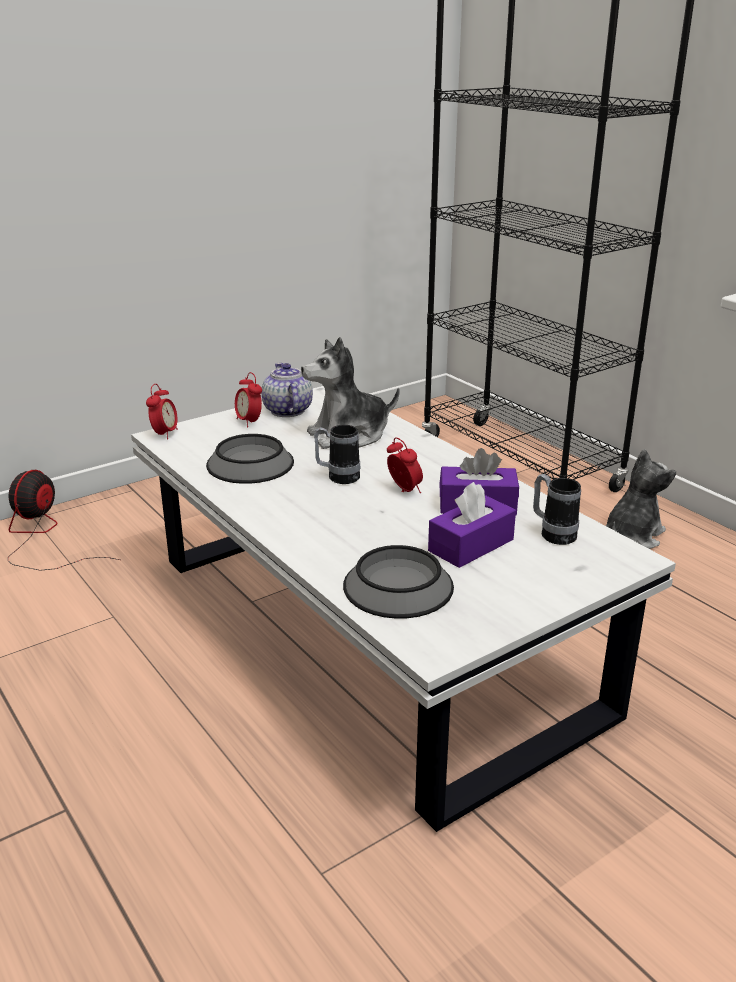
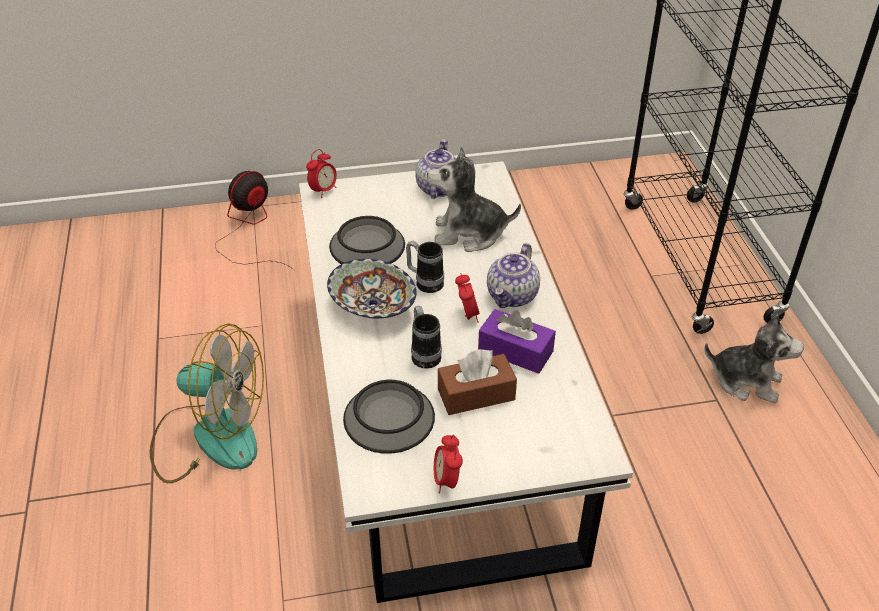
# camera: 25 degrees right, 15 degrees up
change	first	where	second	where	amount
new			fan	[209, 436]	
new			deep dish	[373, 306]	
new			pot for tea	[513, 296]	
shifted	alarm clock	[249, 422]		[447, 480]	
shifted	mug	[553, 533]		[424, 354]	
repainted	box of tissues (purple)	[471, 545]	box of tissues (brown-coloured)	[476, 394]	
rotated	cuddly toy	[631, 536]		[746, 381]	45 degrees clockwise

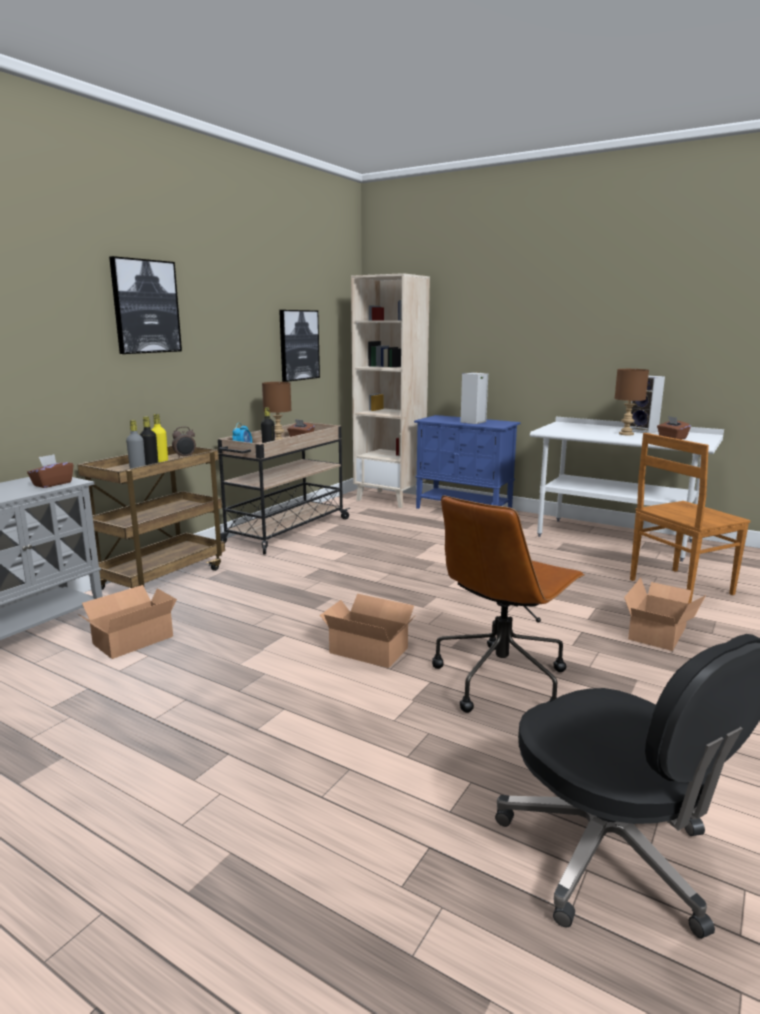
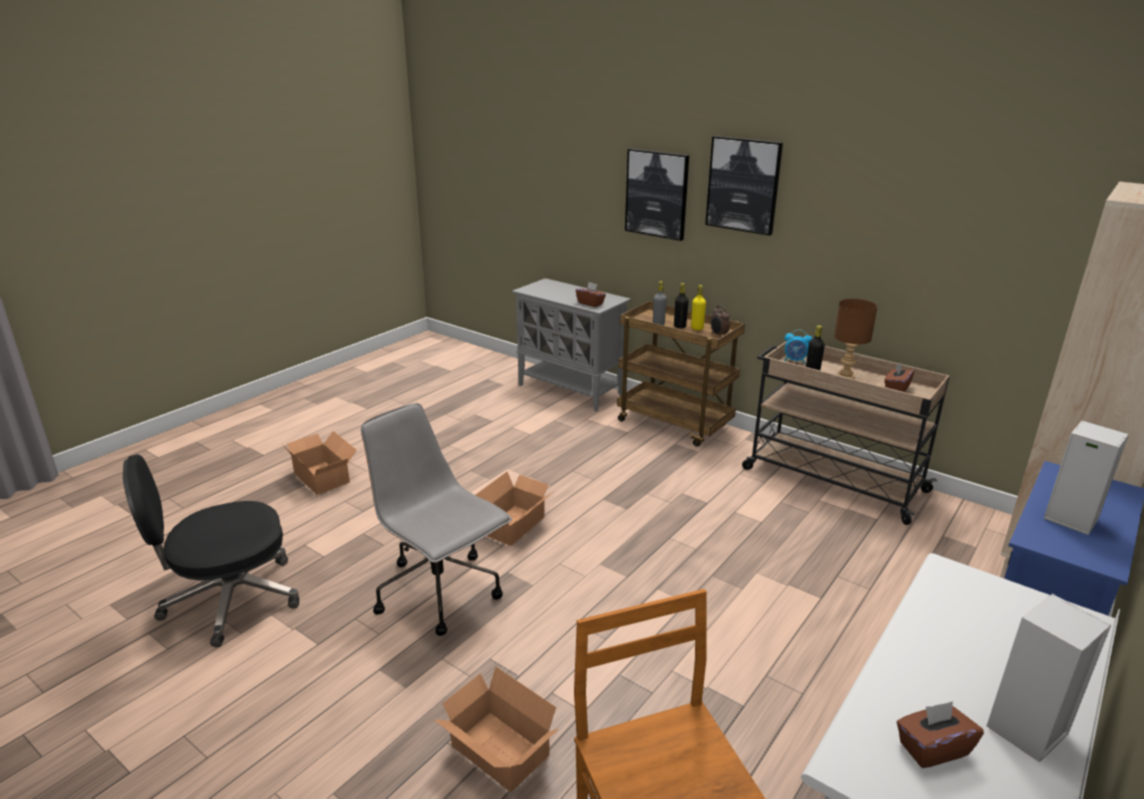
# camera: 95 degrees right, 10 degrees up
change	first	where	second	where	amount
gone	tabletop lamp (brown-coloured)	[626, 434]			
shifted	cardboard box	[130, 640]		[323, 476]	
shifted	picture	[298, 345]		[657, 194]	
repainted	computer chair (brown-coloured)	[501, 679]	computer chair (greyish)	[440, 593]	

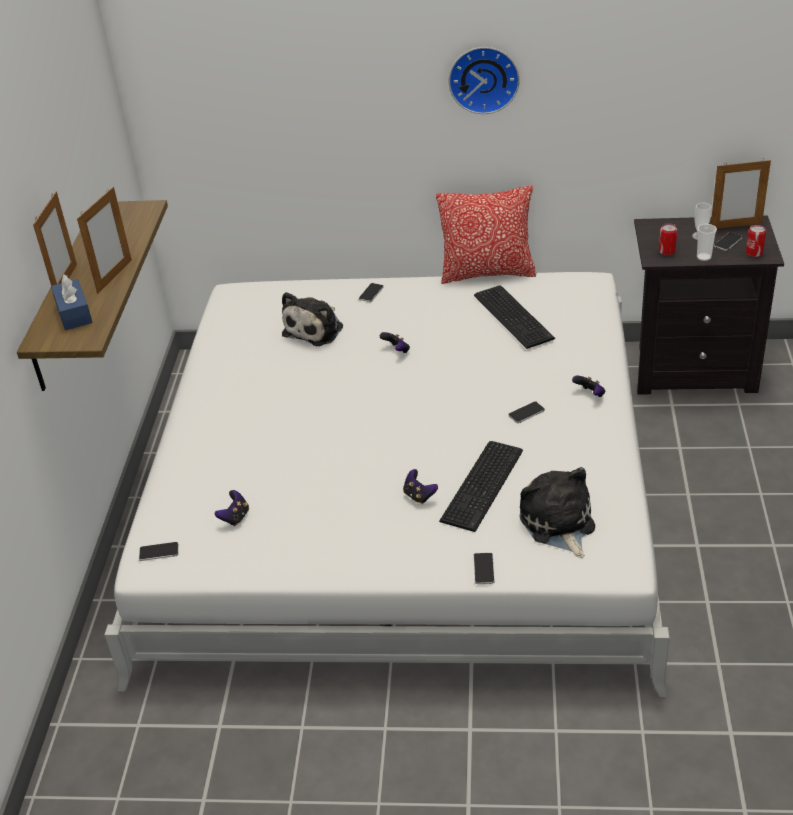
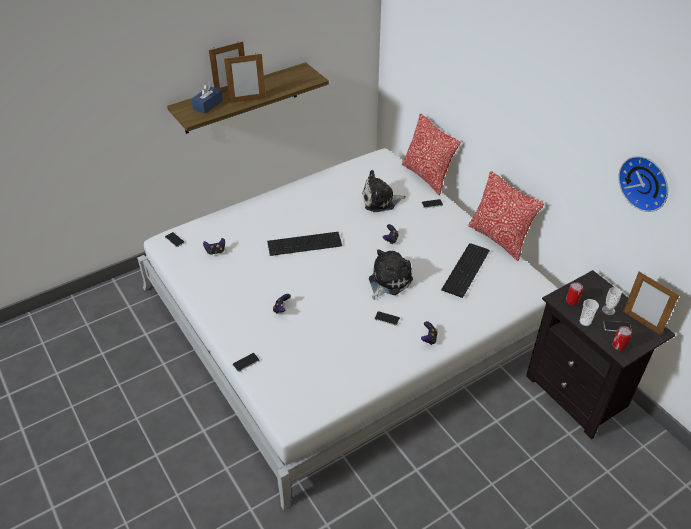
# camera: 50 degrees right, 5 degrees up
change	first	where	second	where	amount
new			cushion	[427, 176]	
shifted	keyboard	[485, 485]		[305, 244]	
shifted	clock on the wall	[484, 78]		[646, 182]	
shifted	cuddly toy	[558, 524]		[388, 281]	

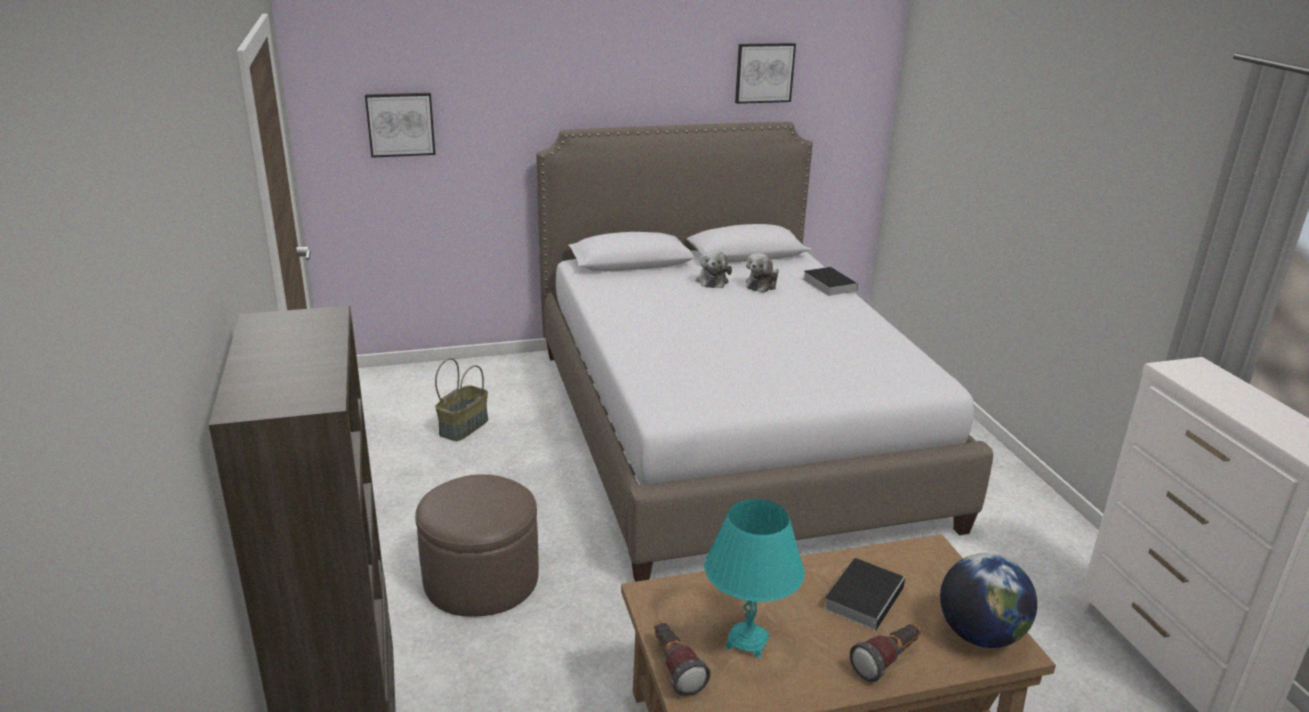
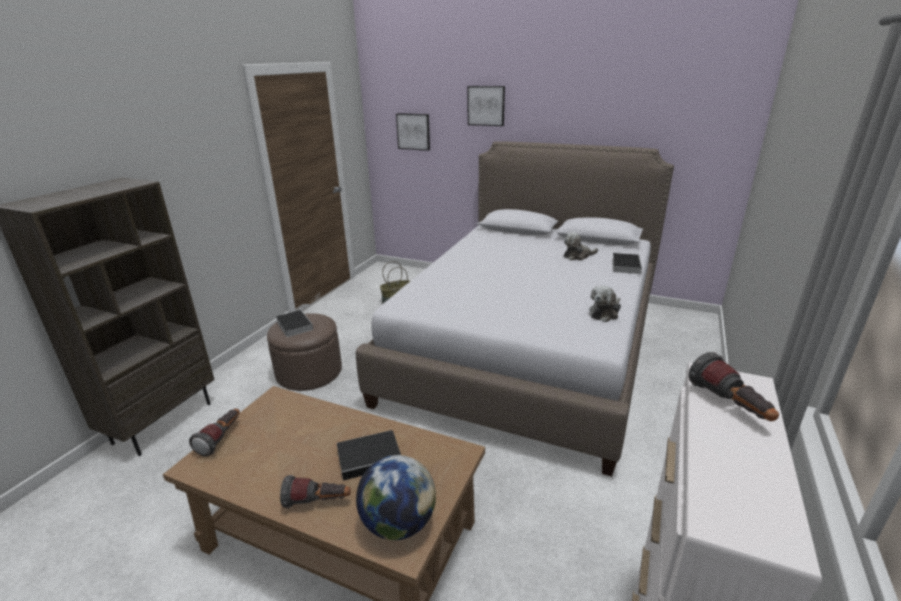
# camera: 40 degrees right, 0 degrees up
change	first	where	second	where	amount
gone	tabletop lamp (turquoise)	[747, 642]			
new			book	[294, 325]	
new			flashlight	[730, 406]	
shifted	cuddly toy	[712, 280]		[605, 313]	
shifted	picture	[764, 73]		[486, 105]	

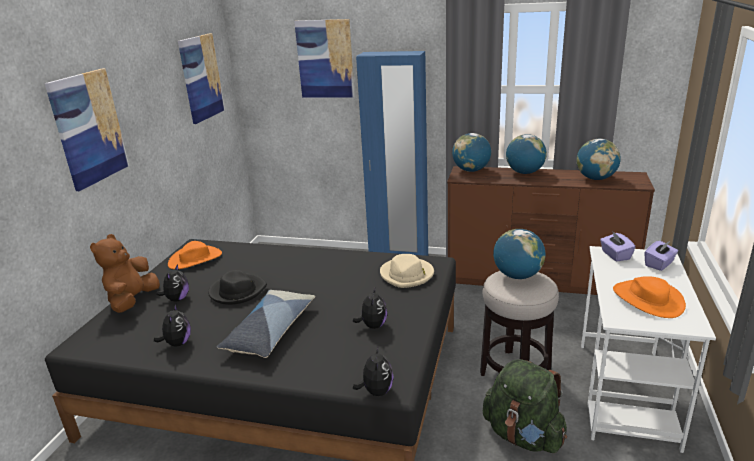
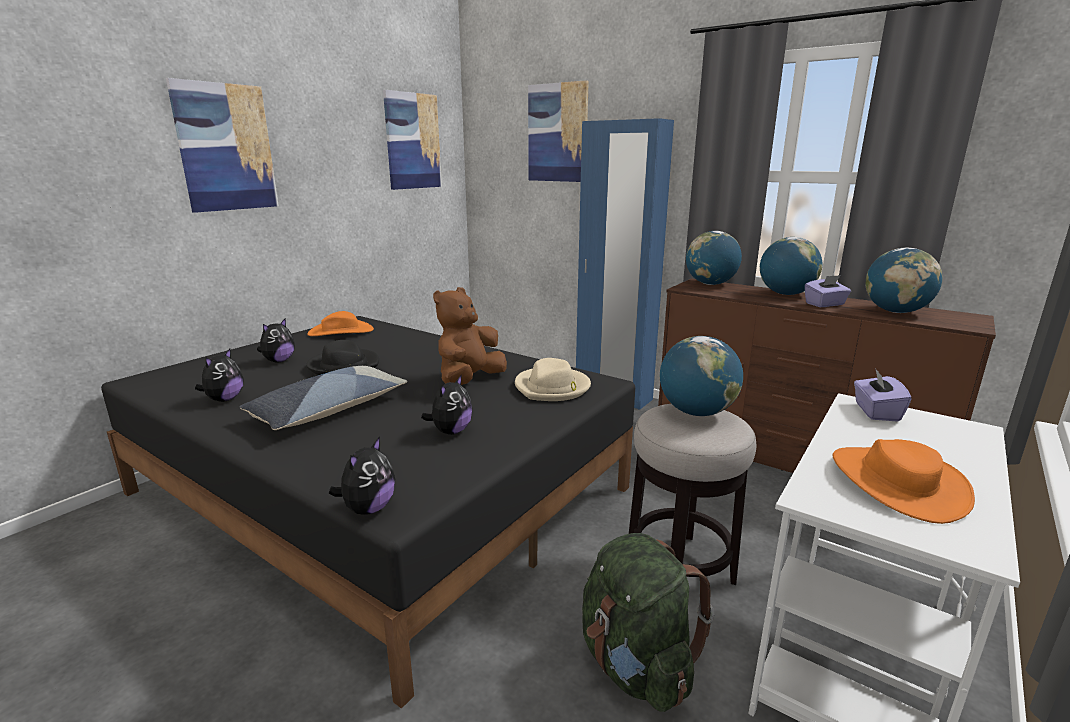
# camera: 20 degrees right, 5 degrees down
change	first	where	second	where	amount
shifted	cuddly toy (brown-coloured)	[132, 301]		[469, 381]	
shifted	box of tissues (purple)	[659, 264]		[825, 304]	

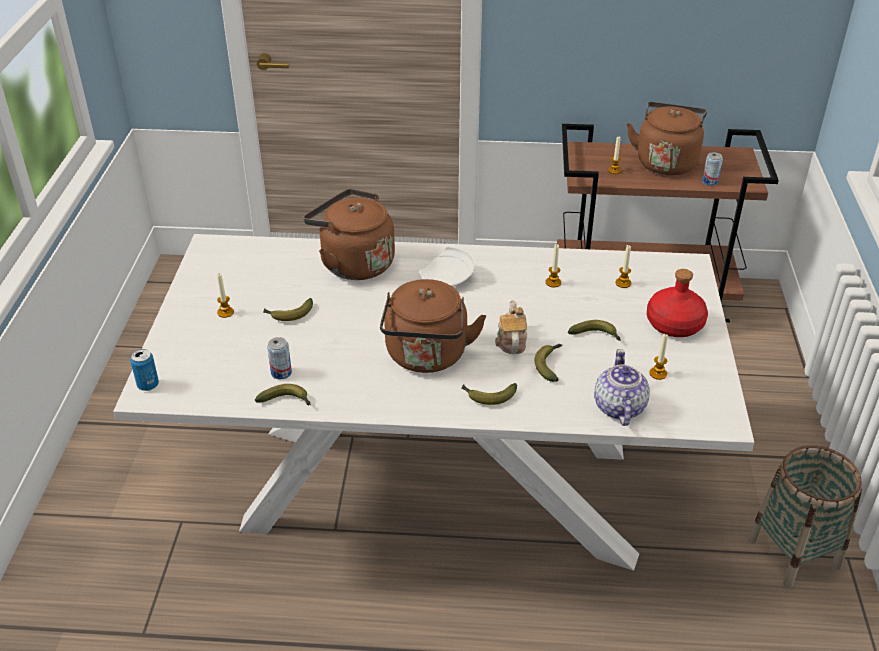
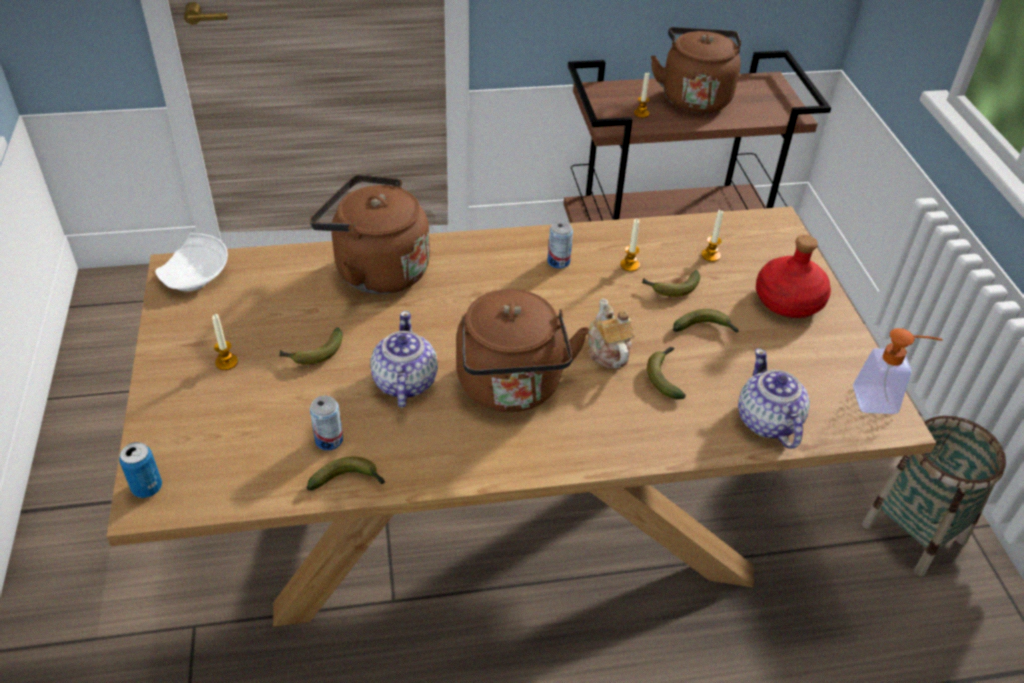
# camera: 15 degrees left, 5 degrees up
change	first	where	second	where	amount
gone	wax light	[658, 373]			
new			pot for tea	[404, 383]	
new			liquid soap bottle	[883, 401]	
shifted	flat dish (white-coloured)	[448, 279]		[197, 276]	
shifted	whole banana	[487, 396]		[671, 288]	
shifted	can	[710, 182]		[558, 262]	
repainted	dinner table (white-coloured)	[439, 488]	dinner table (brown-coloured)	[504, 523]	

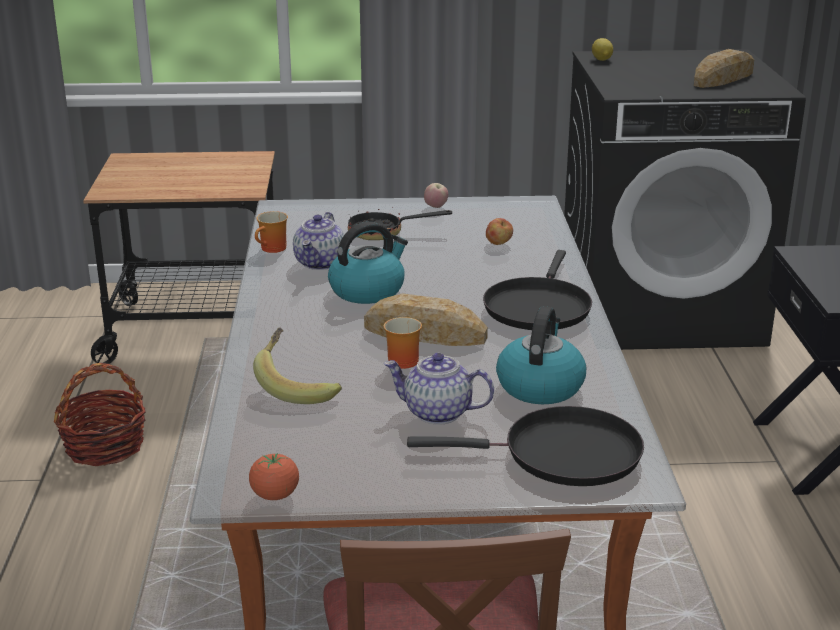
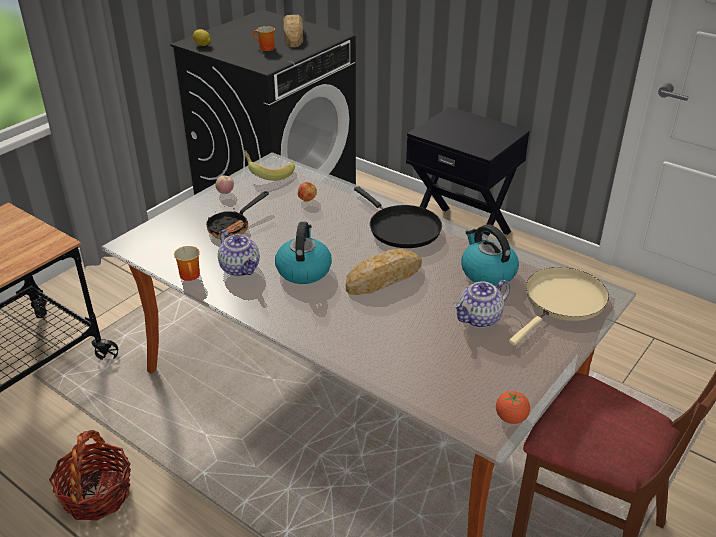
# camera: 50 degrees left, 10 degrees up
change	first	where	second	where	amount
shifted	whole banana	[298, 386]		[268, 173]	
shifted	mug	[400, 360]		[265, 48]	
repainted	frying pan (black-coloured)	[562, 455]	frying pan (sand-coloured)	[562, 302]	

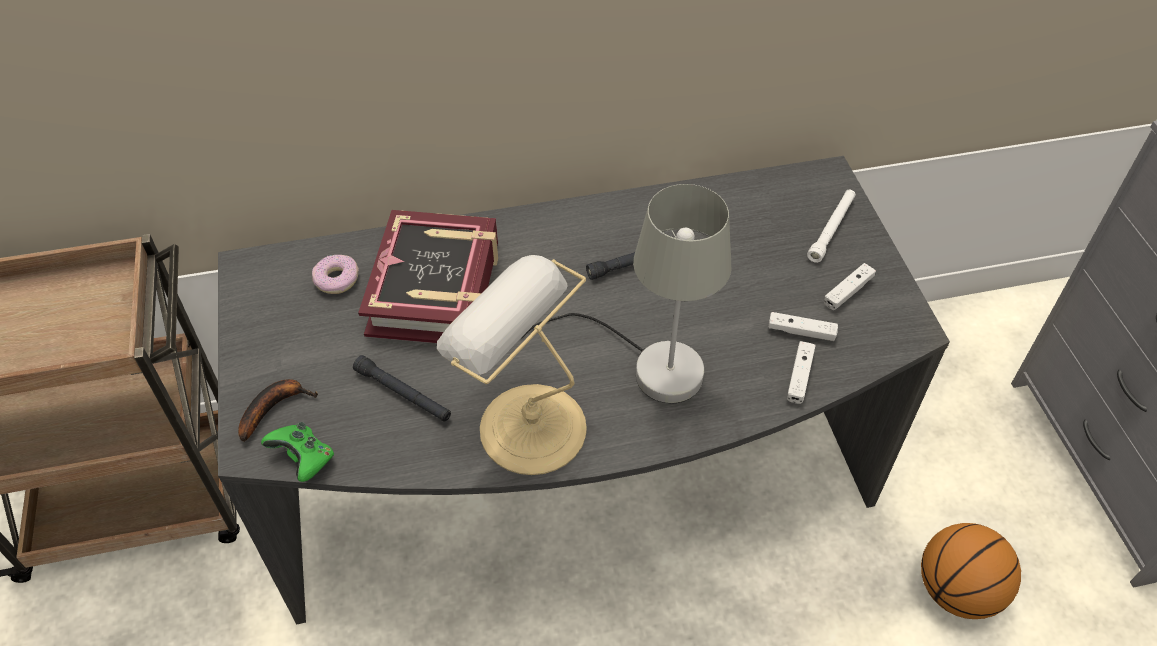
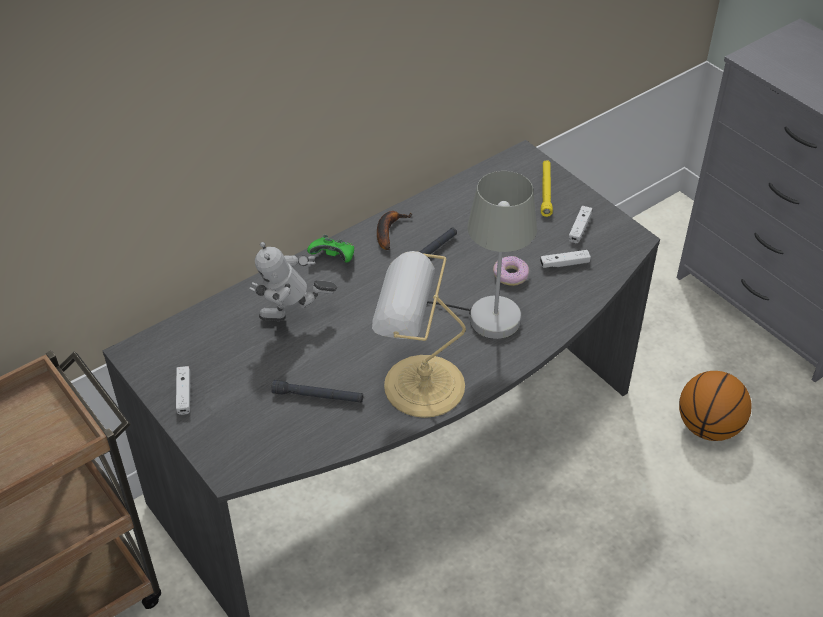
# camera: 25 degrees left, 5 degrees down
change	first	where	second	where	amount
shifted	whole banana	[274, 407]		[388, 231]	
shifted	gamepad (green-coloured)	[304, 460]		[334, 258]	
shifted	doughnut	[336, 279]		[510, 275]	
shifted	gamepad (white-coloured)	[799, 377]		[184, 394]	
swapped	book	[435, 288]	robot figure	[293, 319]	
repainted	flashlight (white-coloured)	[831, 229]	flashlight (yellow)	[546, 191]	

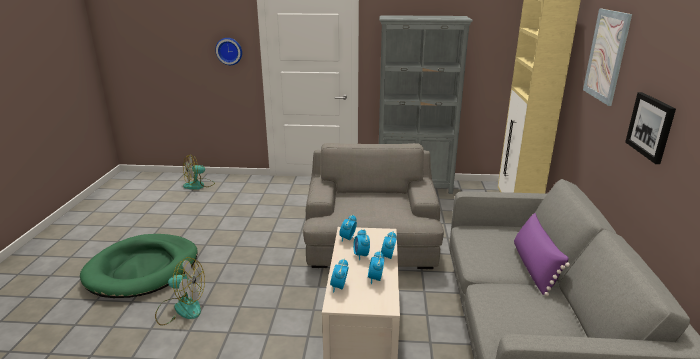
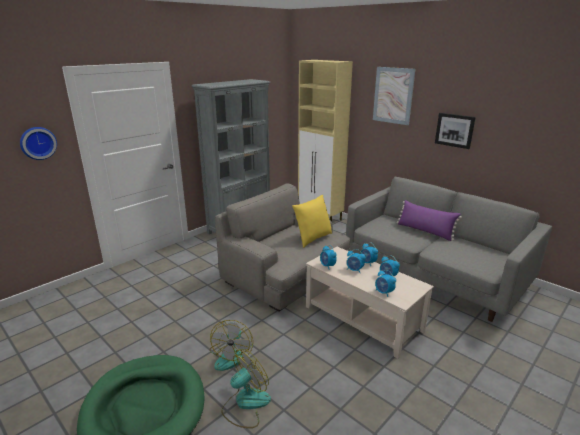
# camera: 50 degrees left, 0 degrees up
change	first	where	second	where	amount
new			cushion (yellow)	[312, 238]	
shifted	fan	[199, 185]		[231, 355]	

